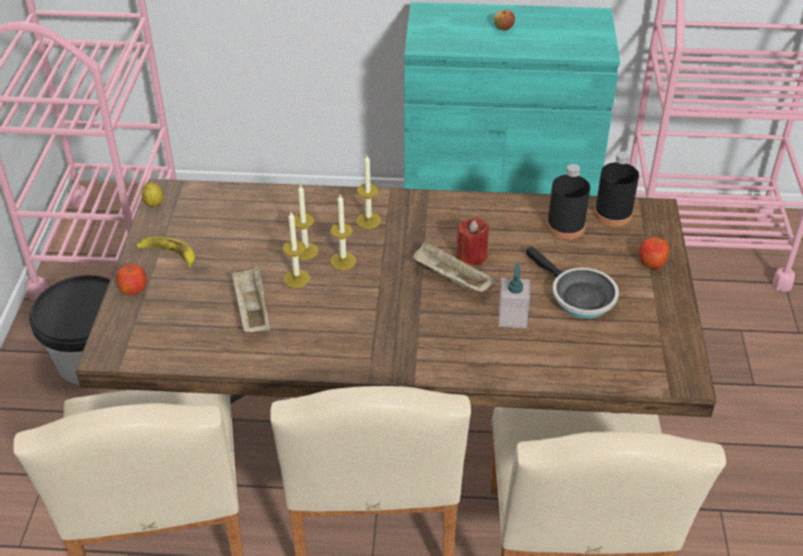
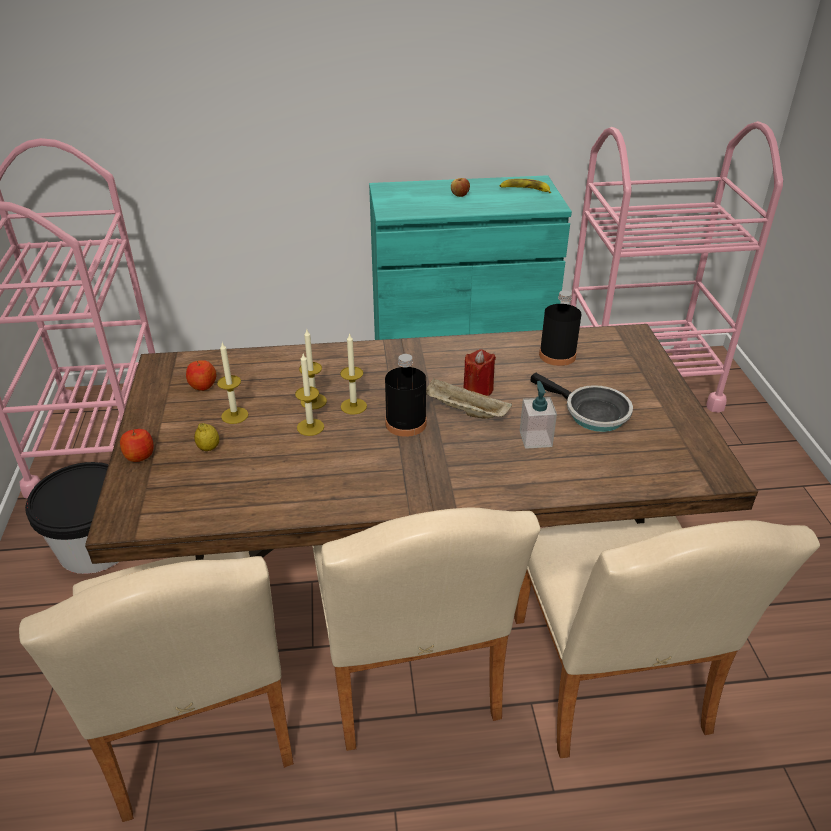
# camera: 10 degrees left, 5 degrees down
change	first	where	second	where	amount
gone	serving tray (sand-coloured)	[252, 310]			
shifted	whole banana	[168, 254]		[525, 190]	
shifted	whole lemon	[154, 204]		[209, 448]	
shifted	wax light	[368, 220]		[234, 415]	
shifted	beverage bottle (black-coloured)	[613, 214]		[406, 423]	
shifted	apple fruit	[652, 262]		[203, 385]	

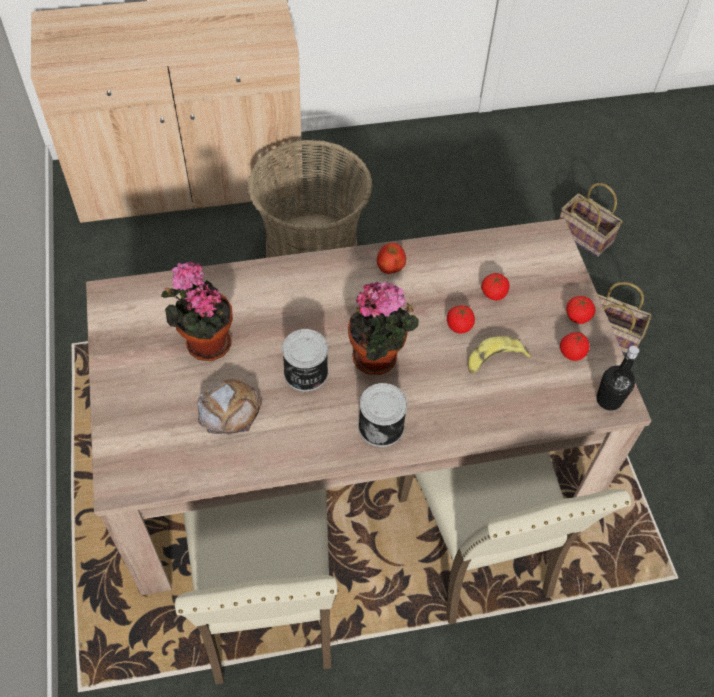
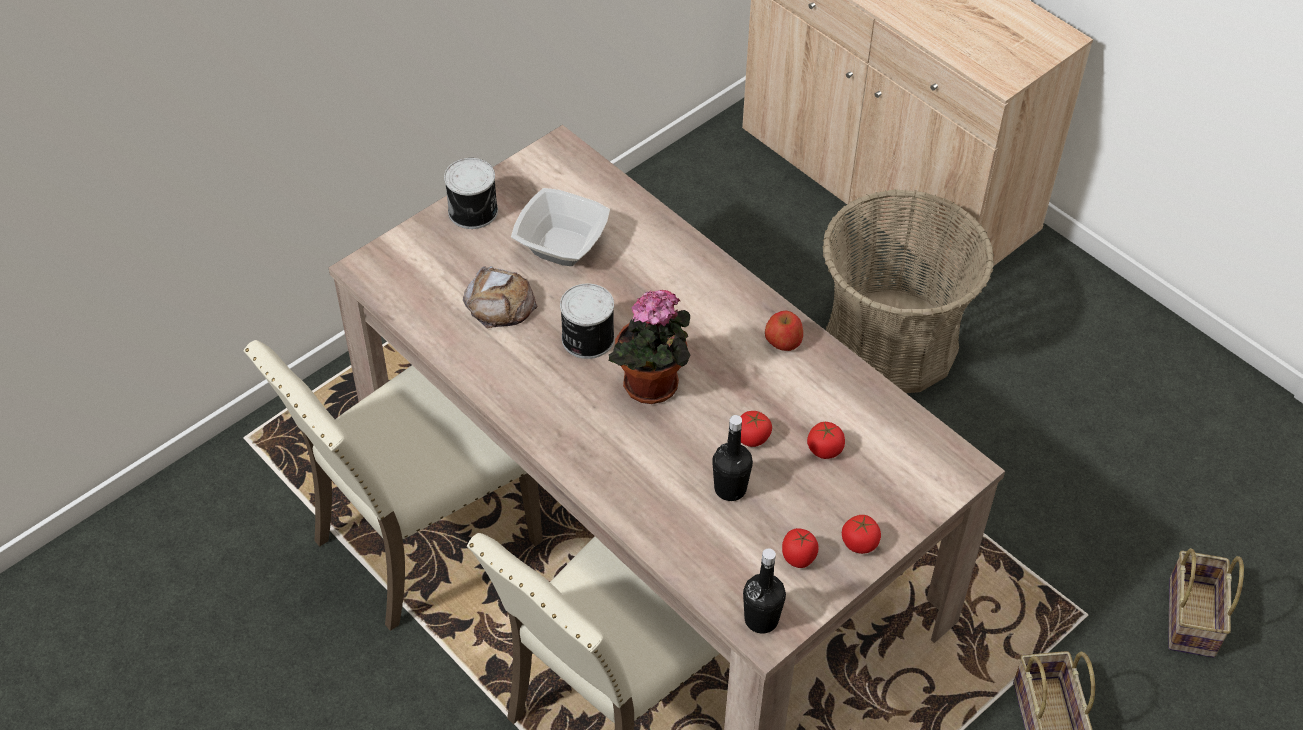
# camera: 60 degrees right, 5 degrees down
change	first	where	second	where	amount
shifted	can	[382, 425]		[474, 211]	
swapped	plant in a pot	[205, 342]	deep dish	[562, 245]	
swapped	whole banana	[493, 360]	beverage bottle (black-coloured)	[730, 488]	

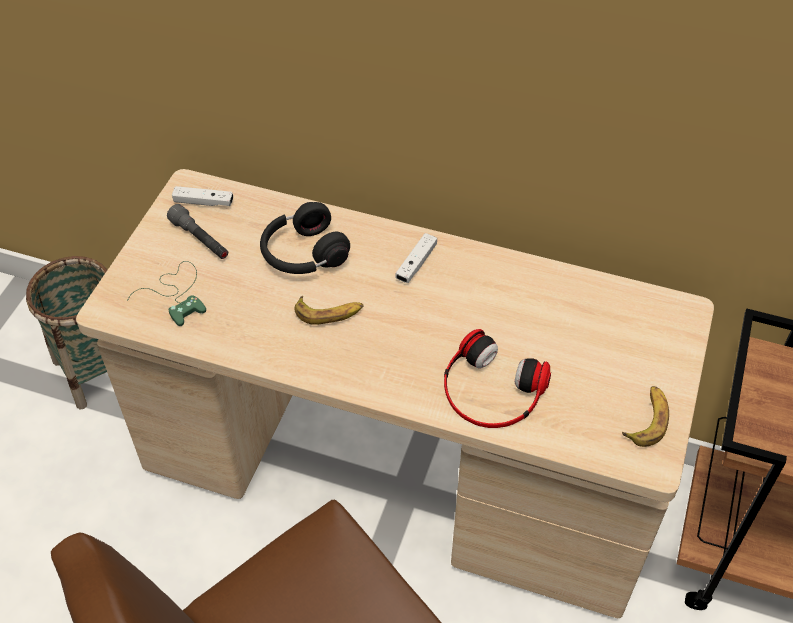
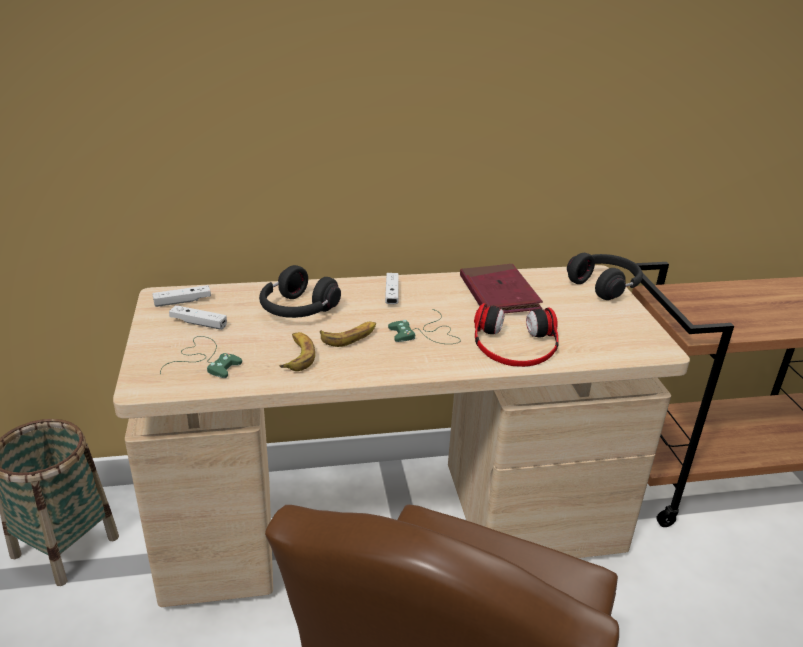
# camera: 30 degrees left, 20 degrees down
change	first	where	second	where	amount
new			gamepad (green-coloured)	[427, 334]	
new			book (red)	[499, 294]	
new			pair of headphones (black-coloured)	[605, 286]	
shifted	whole banana	[647, 419]		[297, 355]	
swapped	flashlight (greyish)	[200, 240]	gamepad (white-coloured)	[198, 323]	

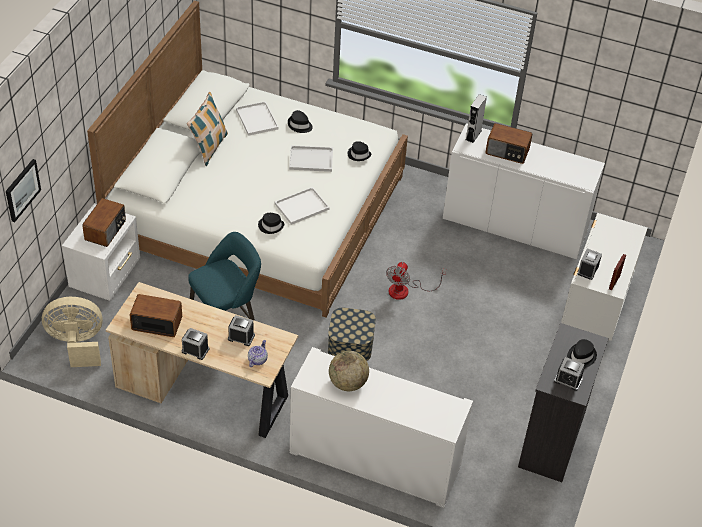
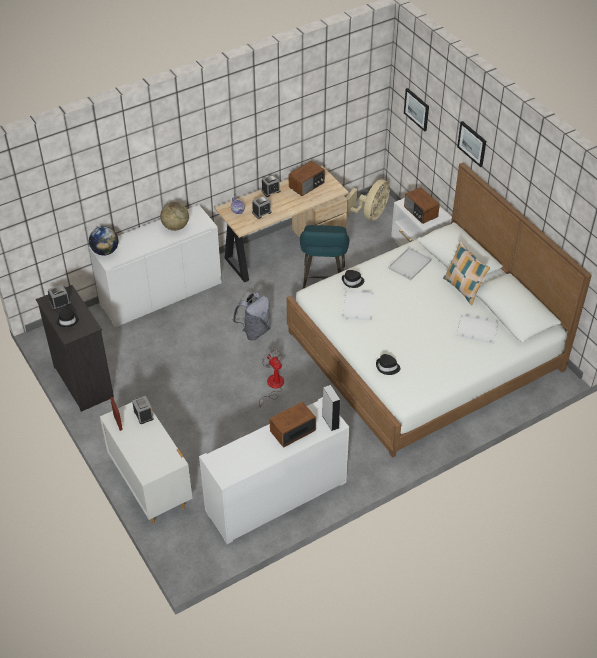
# camera: 130 degrees right, 0 degrees up
change	first	where	second	where	amount
gone	hat (black-coloured)	[299, 125]			
new			globe	[105, 251]	
new			picture	[472, 143]	
shifted	serving tray (white-coloured)	[312, 159]		[409, 265]	
swapped	storage container	[350, 344]	backpack (greyish)	[254, 331]	

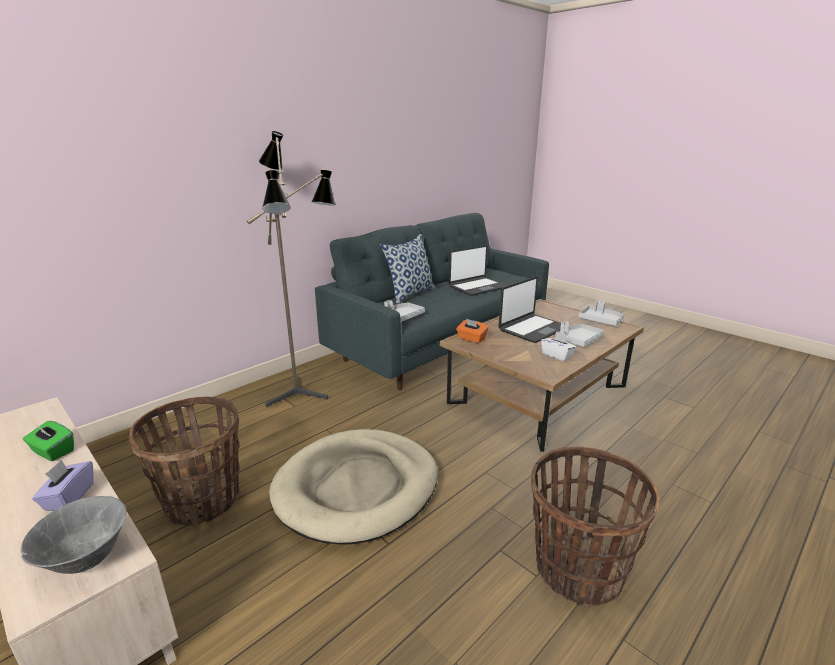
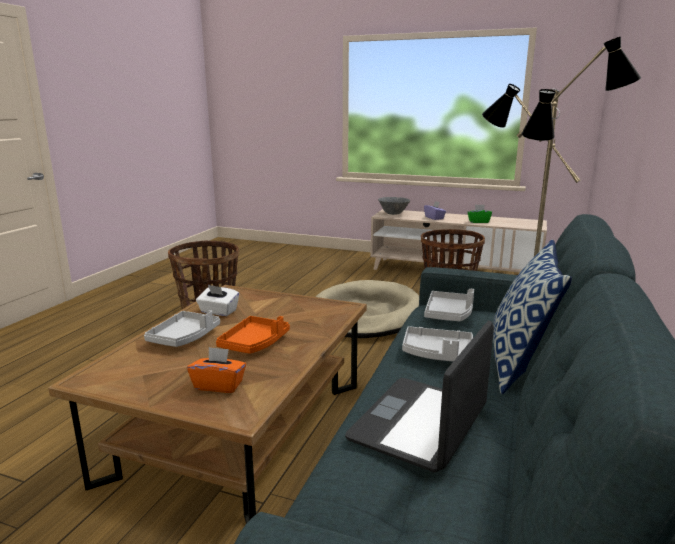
# camera: 155 degrees right, 5 degrees down
change	first	where	second	where	amount
shifted	box of tissues (orange)	[471, 339]		[219, 385]	
shifted	serving tray (greyish)	[600, 320]		[438, 354]	
swapped	laptop	[532, 329]	serving tray (orange)	[255, 343]	

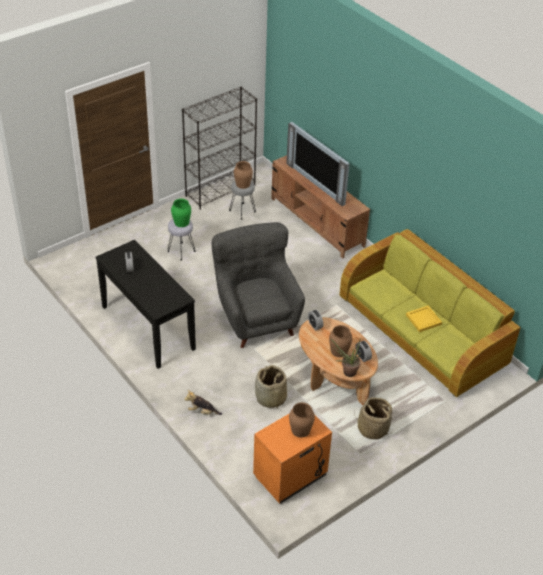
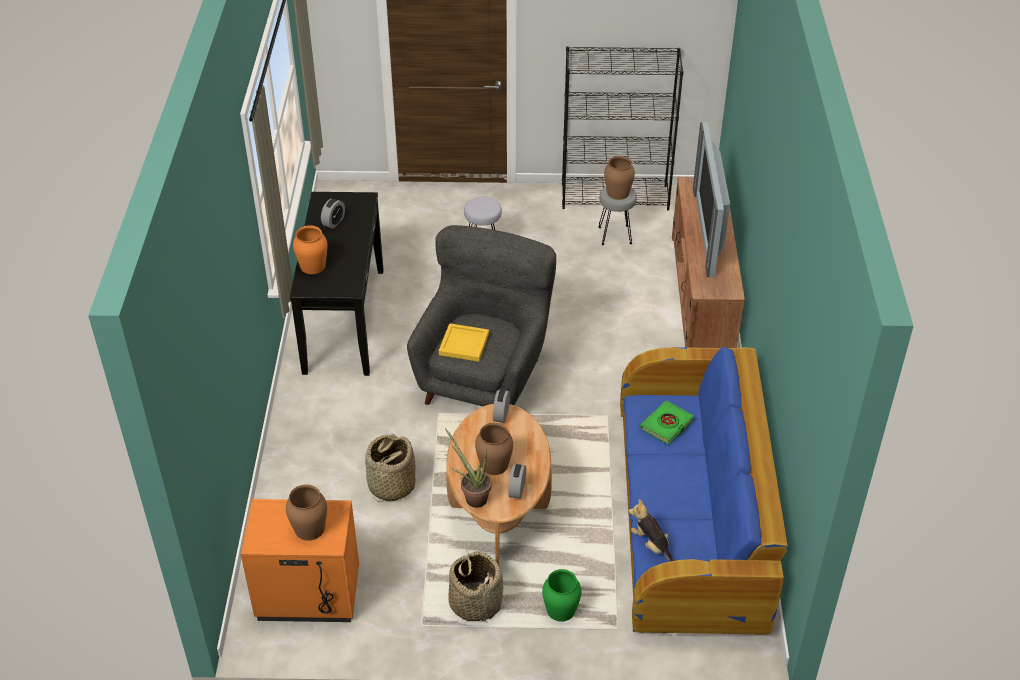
# camera: 40 degrees right, 0 degrees up
change	first	where	second	where	amount
new			vase (orange)	[312, 266]	
new			book (green-coloured)	[667, 425]	
shifted	vase (green-coloured)	[181, 222]		[560, 610]	
shifted	cuddly toy	[202, 411]		[651, 545]	
shifted	serving tray (yellow)	[424, 320]		[464, 345]	
repainted	sofa (green-coloured)	[422, 331]	sofa (blue-coloured)	[691, 516]	

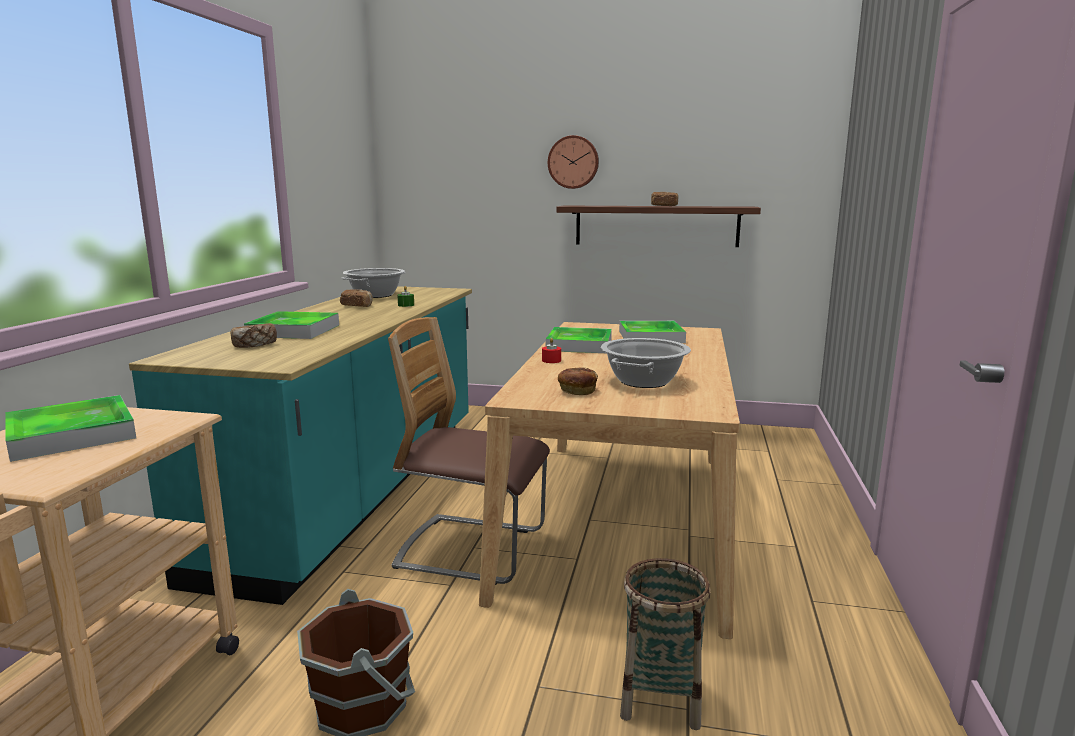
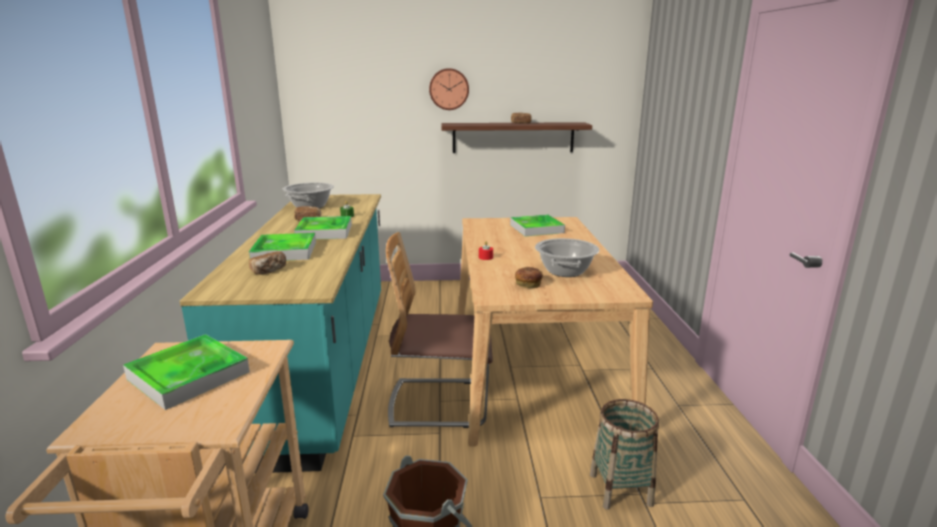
# camera: 15 degrees left, 5 degrees up
change	first	where	second	where	amount
shifted	serving tray	[579, 345]		[324, 232]	

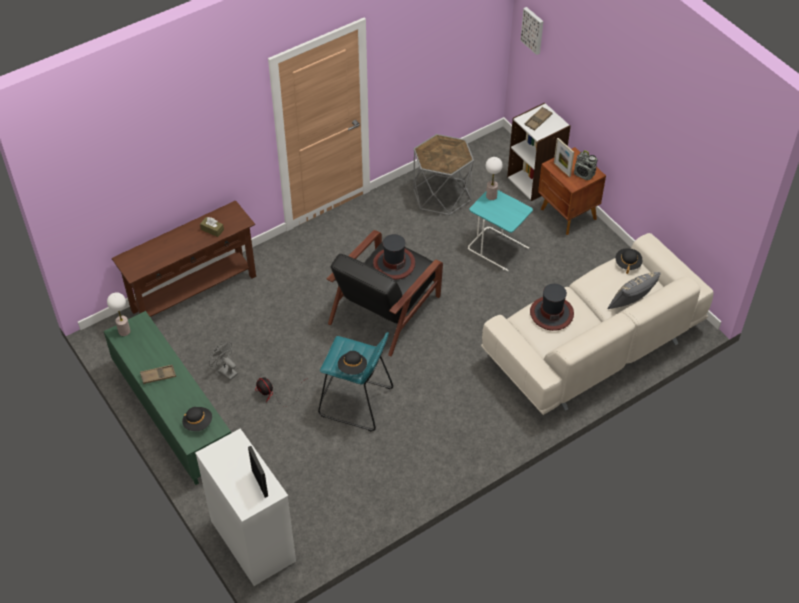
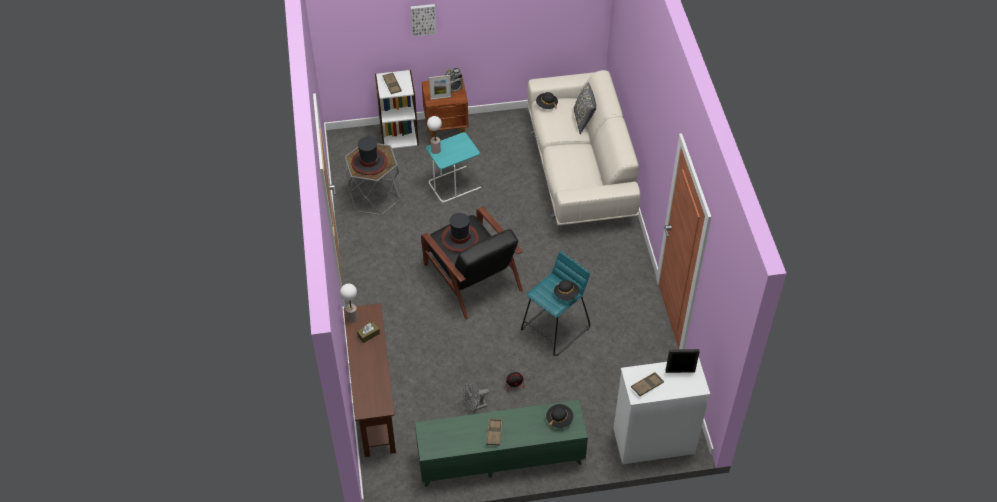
# camera: 65 degrees left, 0 degrees up
change	first	where	second	where	amount
new			serving tray (brown-coloured)	[647, 385]	
shifted	tabletop lamp	[124, 331]		[352, 318]	
shifted	picture	[533, 30]		[423, 19]	
shifted	hat	[551, 313]		[369, 162]	

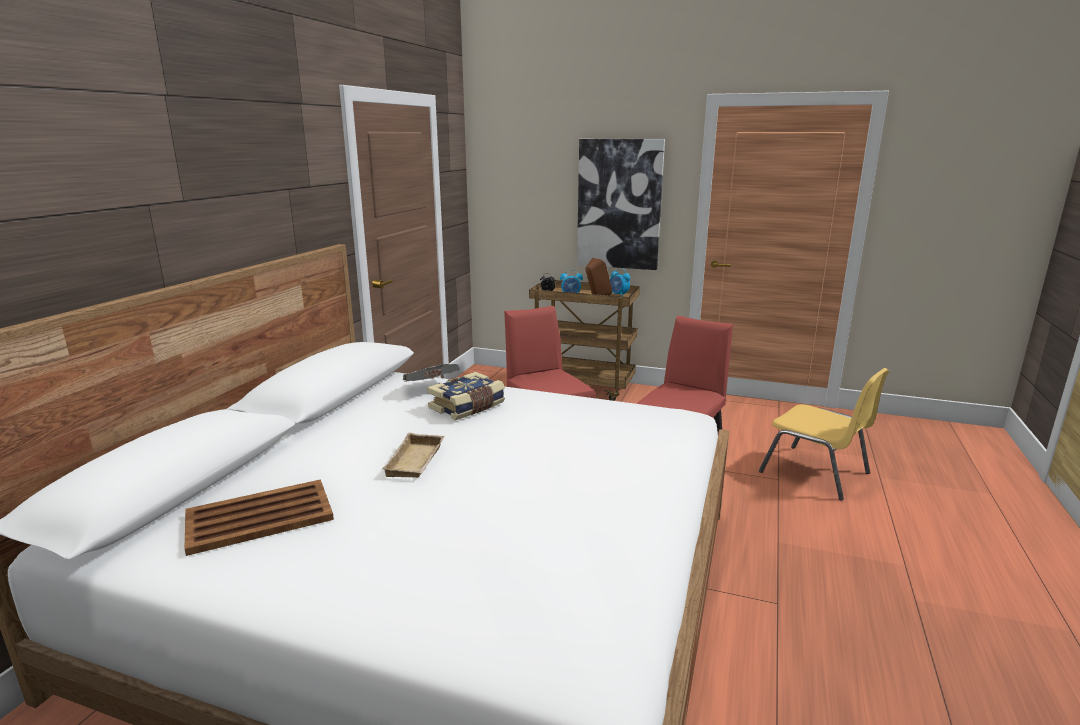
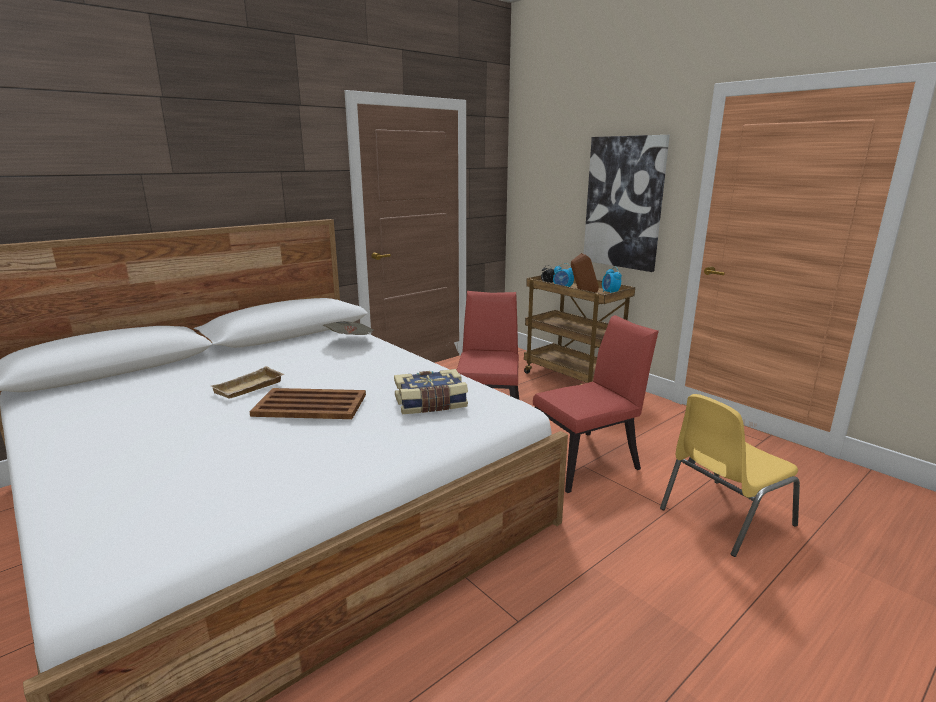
# camera: 30 degrees right, 0 degrees up
change	first	where	second	where	amount
shifted	serving tray (brown-coloured)	[258, 517]		[309, 405]	
shifted	book	[468, 407]		[431, 404]	
rotated	upright chair (yellow)	[816, 473]		[723, 517]	75 degrees clockwise

